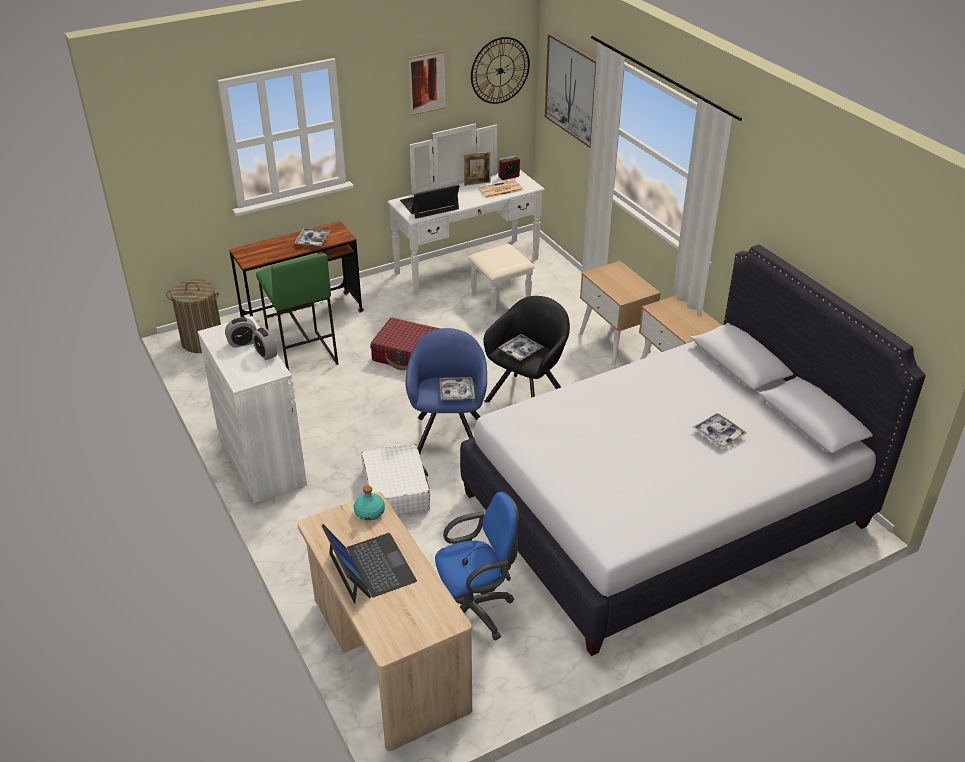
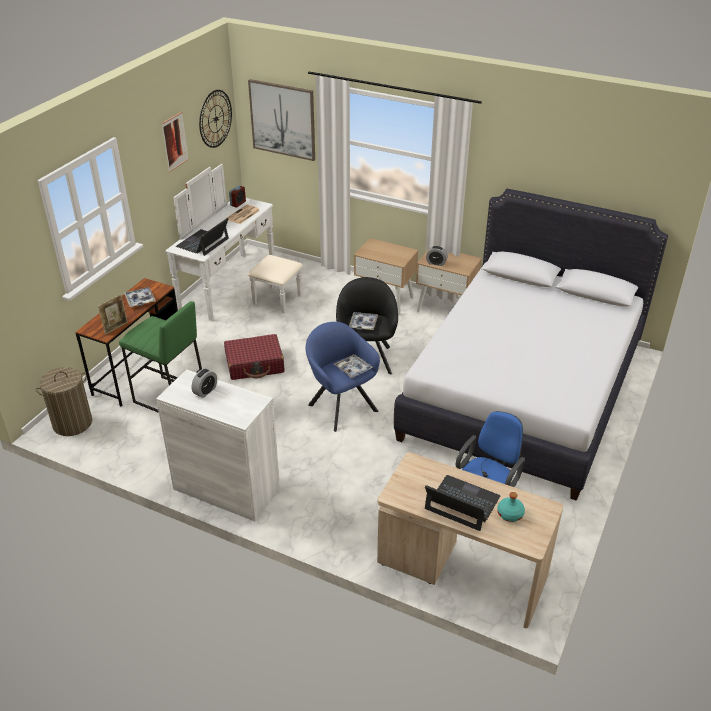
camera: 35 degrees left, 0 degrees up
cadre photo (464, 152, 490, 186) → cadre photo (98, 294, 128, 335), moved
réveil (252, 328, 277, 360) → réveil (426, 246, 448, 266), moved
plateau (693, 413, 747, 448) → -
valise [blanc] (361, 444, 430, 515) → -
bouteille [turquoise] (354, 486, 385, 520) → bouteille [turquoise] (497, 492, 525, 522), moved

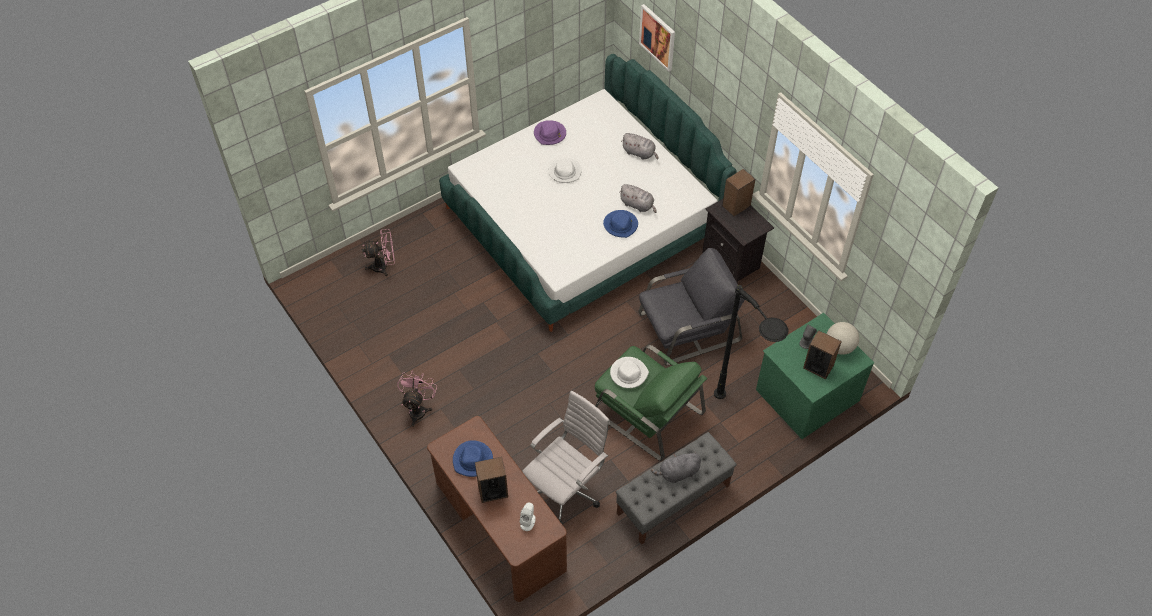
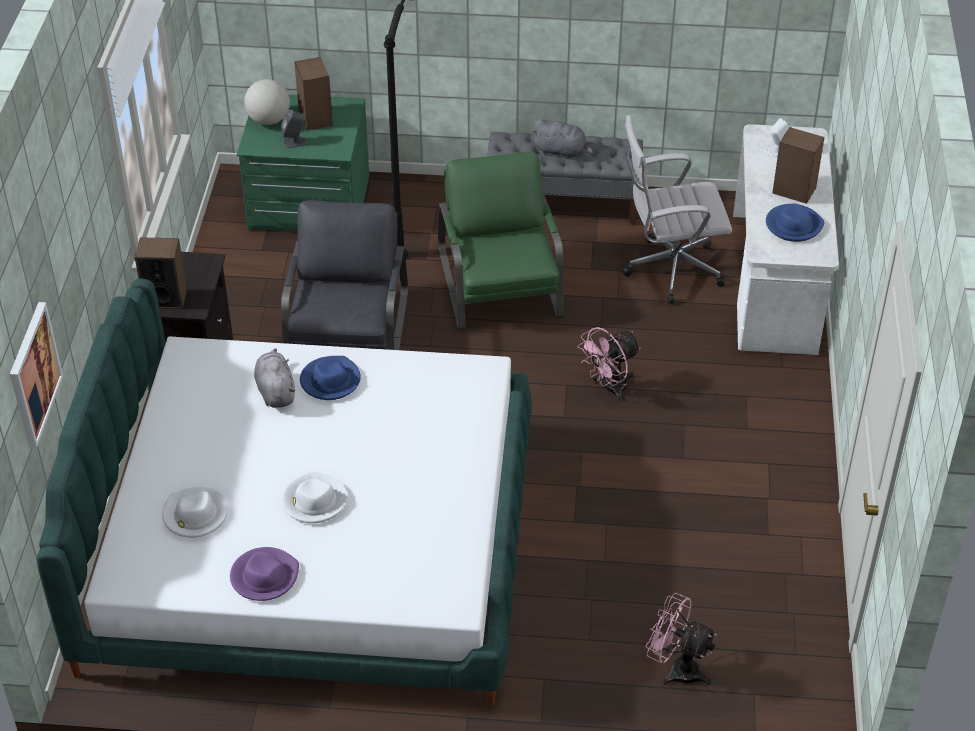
camera: 140 degrees left, 10 degrees down
peluche [gris] (621, 133, 659, 160) → -
fauteuil [gris] (638, 248, 745, 366) → fauteuil [gris] (281, 200, 408, 350), 75 degrees clockwise
chapeau [blanc] (610, 357, 649, 388) → chapeau [blanc] (162, 487, 228, 538), moved
ventilateur [rose] (397, 372, 437, 427) → ventilateur [rose] (578, 327, 641, 402), moved
bureau [marron] (427, 416, 567, 602) → bureau [blanc] (733, 124, 839, 355)

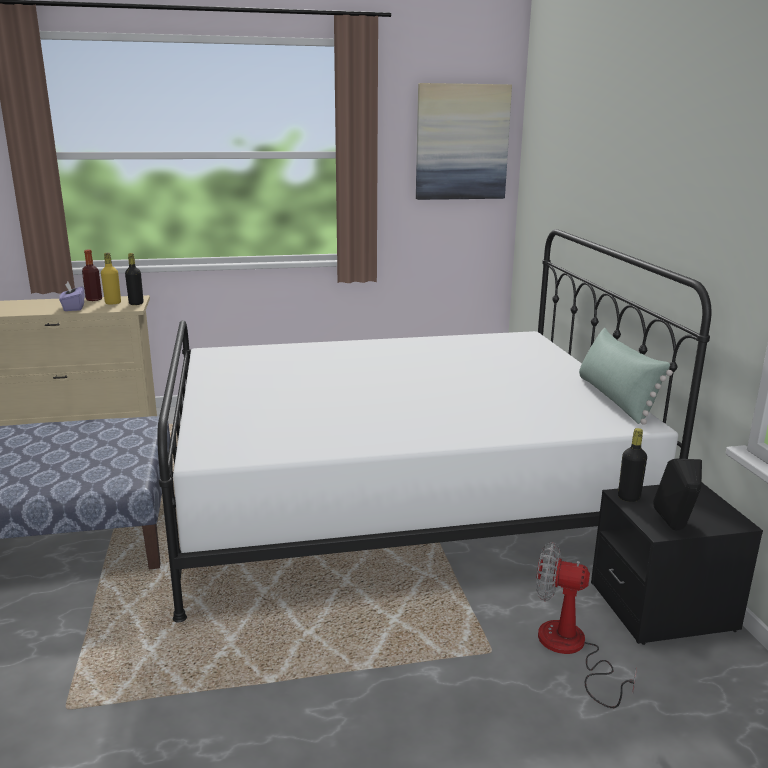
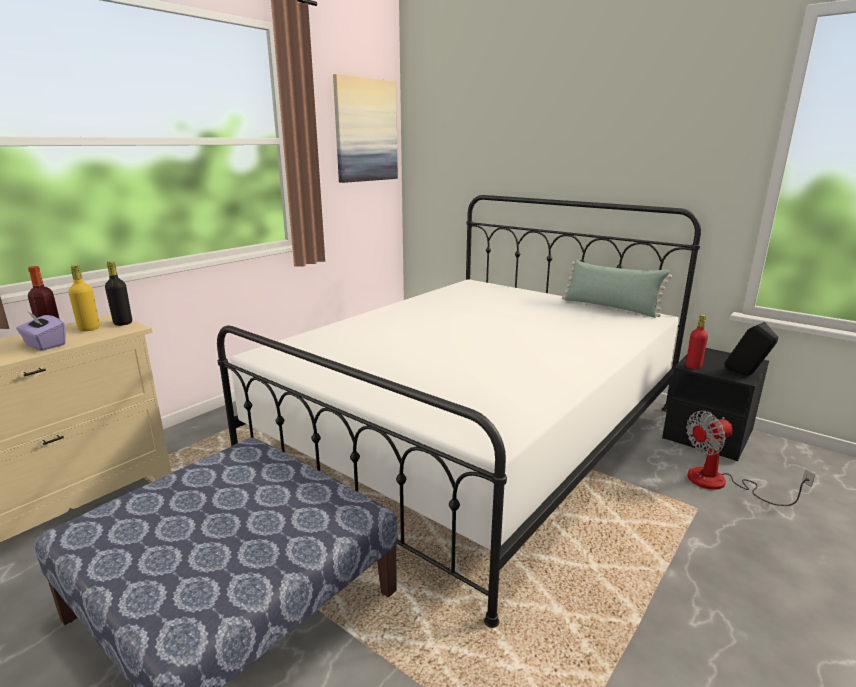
camera: 40 degrees left, 0 degrees up
bouteille [noir] (618, 428, 647, 502) → bouteille [rouge] (686, 315, 708, 369)

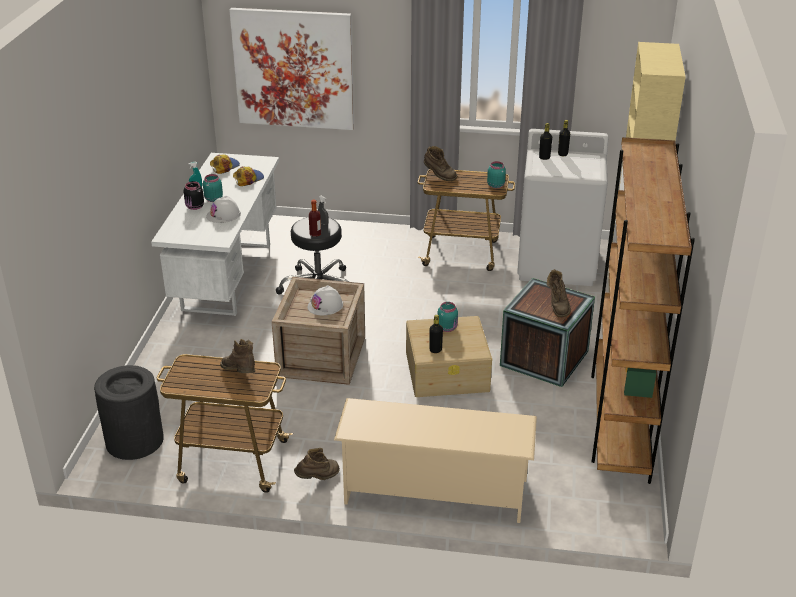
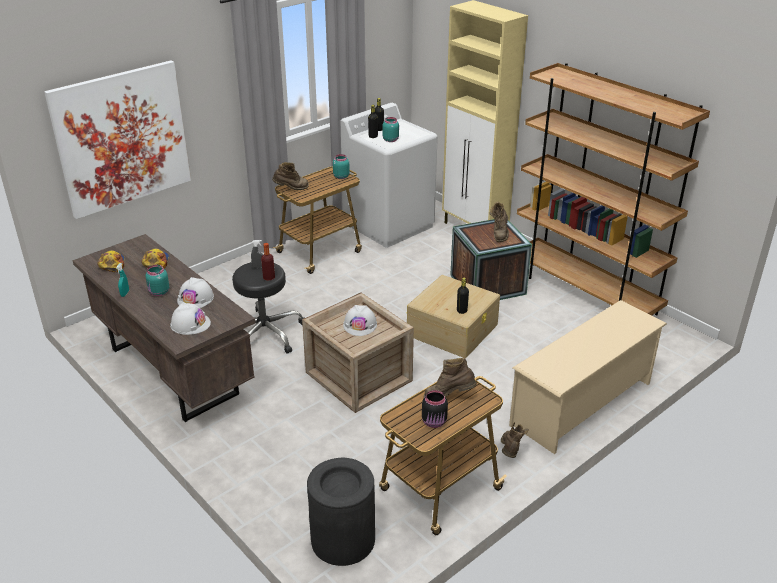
camera: 50 degrees left, 0 degrees up
bureau [blanc] (151, 153, 279, 316) → bureau [marron] (73, 234, 255, 422)
bocal [noir] (183, 181, 204, 210) → bocal [noir] (422, 390, 448, 428), moved
botte [marron] (547, 269, 570, 317) → botte [marron] (489, 202, 509, 242), 60 degrees clockwise
bocal [turquoise] (437, 302, 458, 332) → bocal [turquoise] (382, 117, 399, 142), moved
- → casque de chantier [blanc] (170, 302, 211, 335)

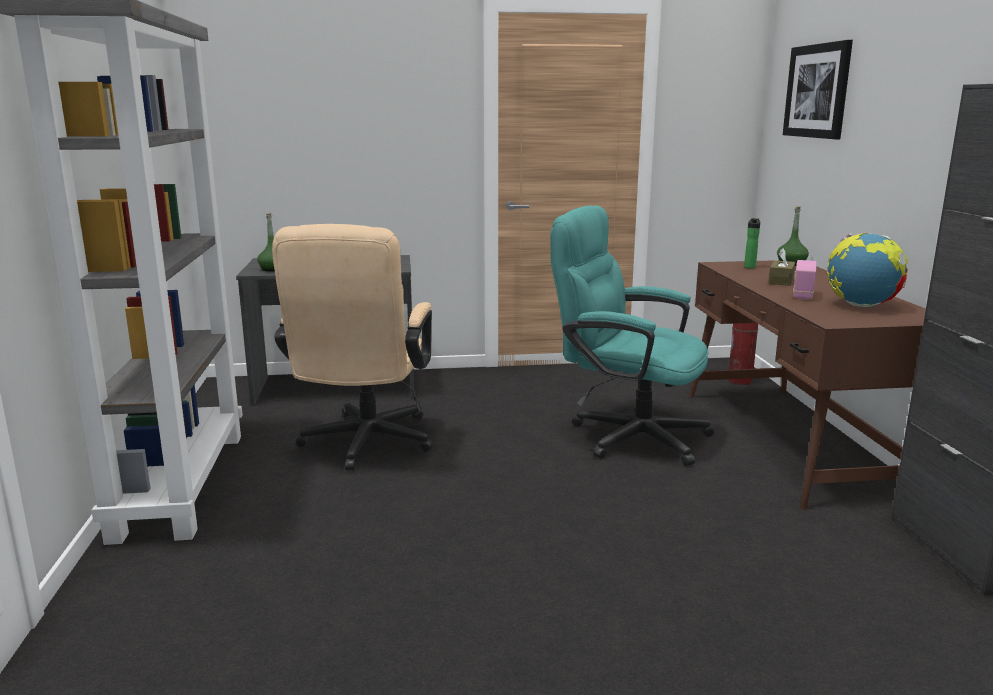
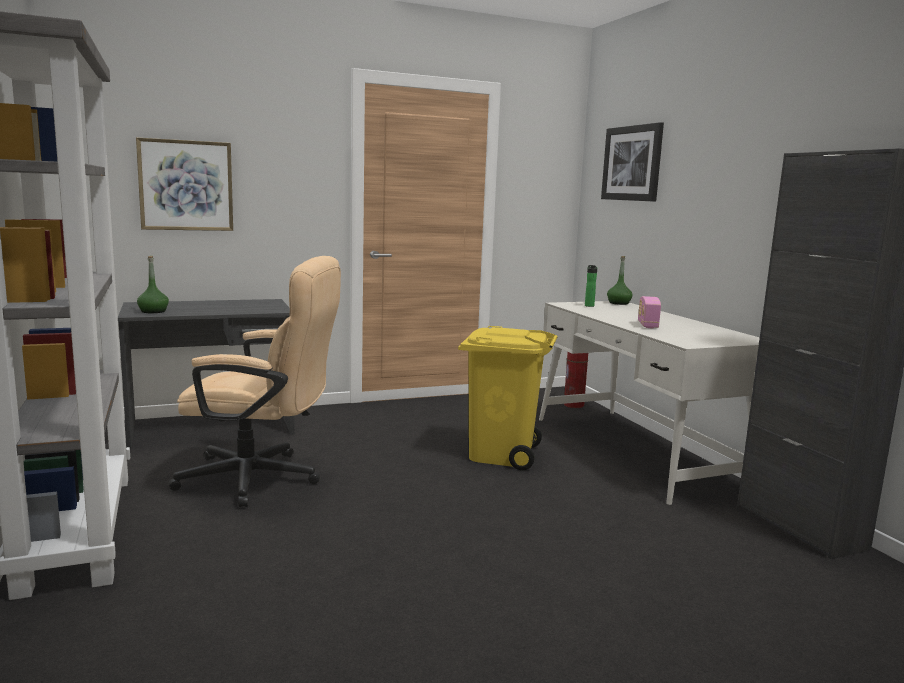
camera: 15 degrees left, 5 degrees down
chaise de bureau [turquoise] (551, 205, 714, 466) → poubelle [jaune] (458, 326, 557, 470)
chaise de bureau [beige] (272, 224, 433, 470) → chaise de bureau [beige] (168, 256, 341, 507), 75 degrees counterclockwise
globe (827, 233, 908, 307) → -
boîte à mouchoirs [marron] (768, 248, 795, 286) → -
bureau [marron] (689, 260, 926, 510) → bureau [blanc] (539, 301, 760, 505)
- → tableau (136, 137, 233, 231)

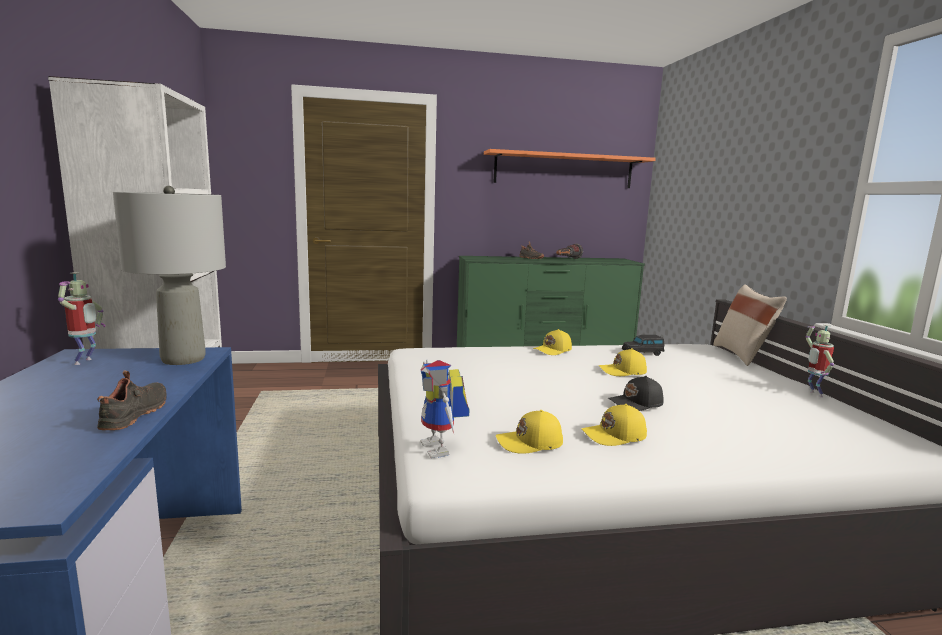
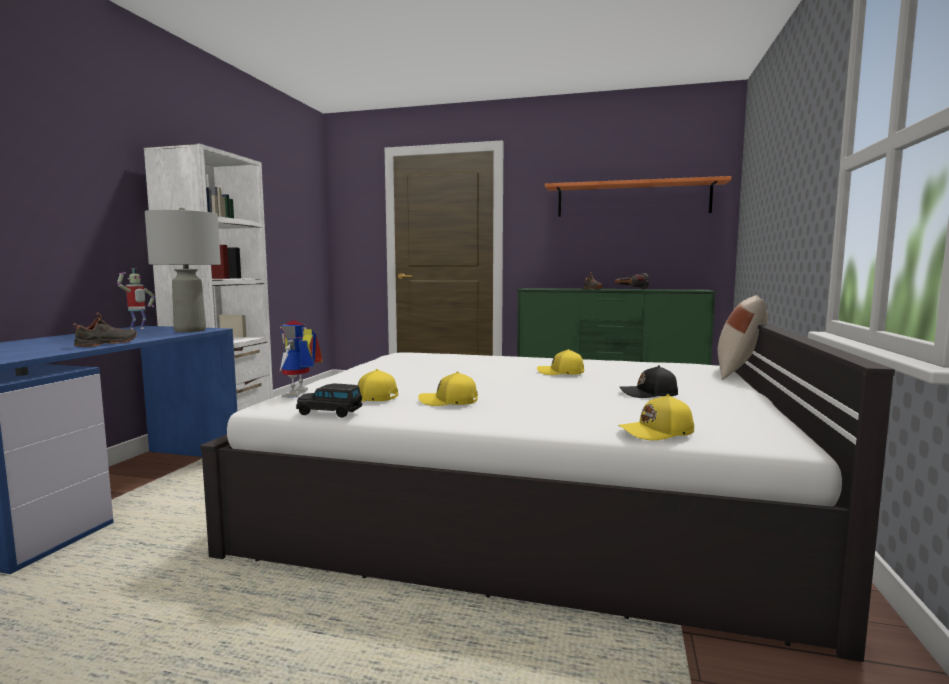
camera: 25 degrees right, 5 degrees down
robot jouet (806, 325, 834, 397) → -
casquette [jaune] (533, 329, 572, 355) → casquette [jaune] (618, 394, 694, 440), moved
petite voiture [noir] (622, 335, 664, 356) → petite voiture [noir] (296, 384, 362, 418), moved
casquette [noir] (608, 376, 664, 411) → casquette [noir] (620, 365, 678, 398), moved

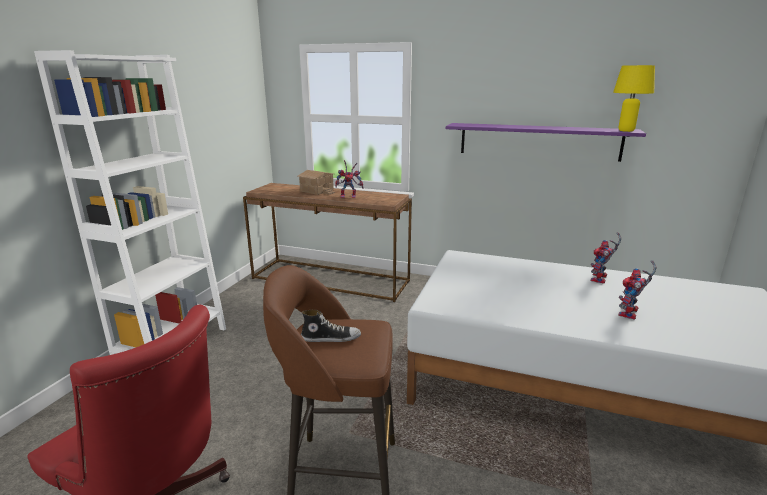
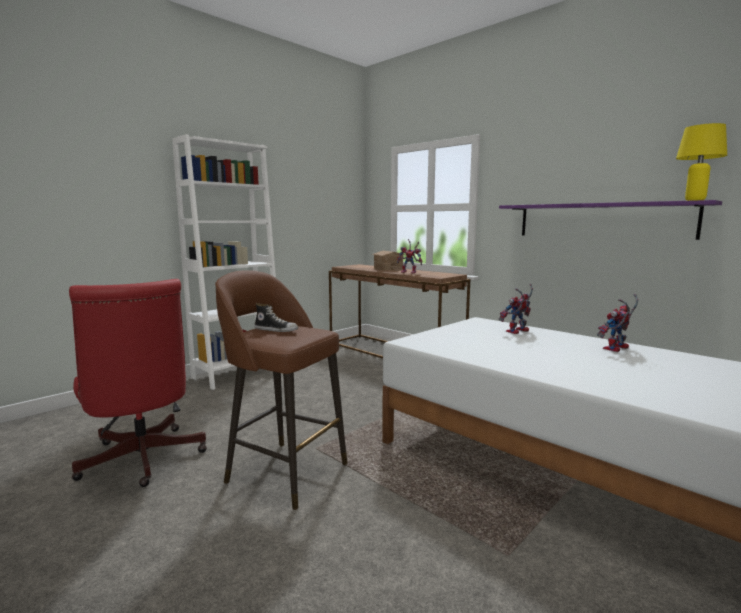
camera: 25 degrees right, 10 degrees down
robot jouet (618, 261, 656, 320) → robot jouet (499, 284, 533, 334), moved

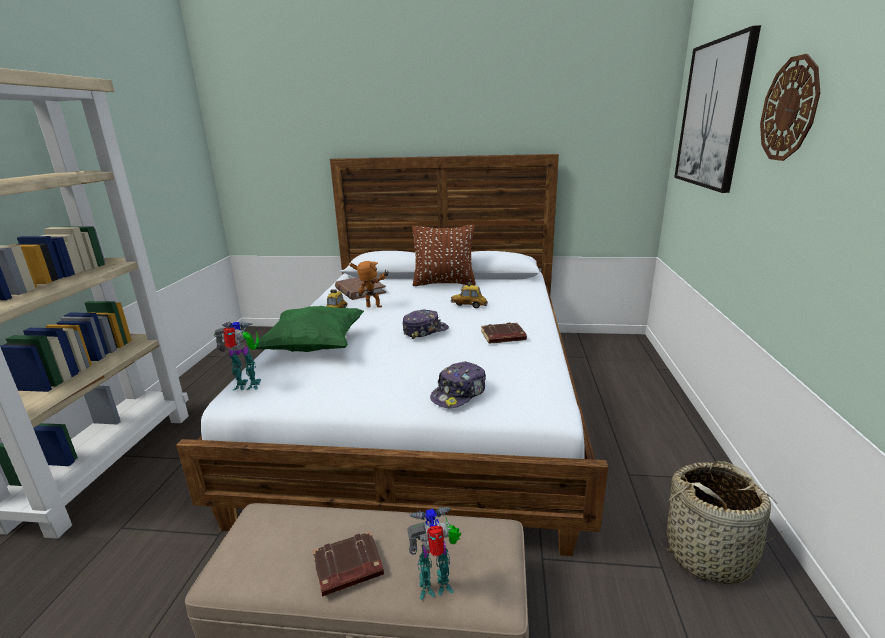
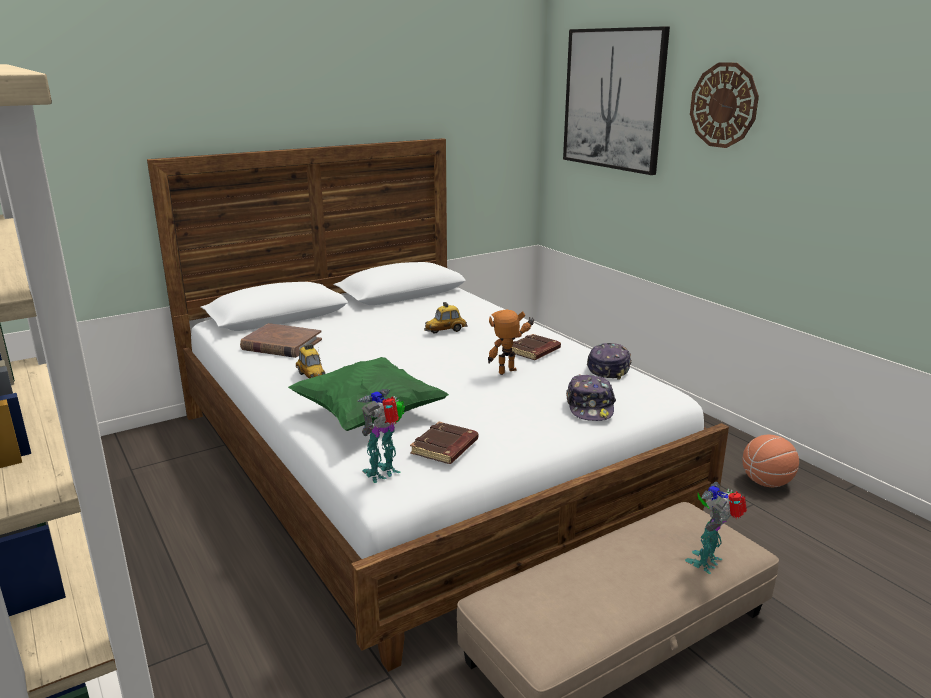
camera: 40 degrees left, 0 degrees up
coussin [marron] (412, 225, 476, 286) → -
robot jouet (350, 261, 389, 308) → robot jouet (488, 310, 534, 375), moved
casquette (403, 309, 449, 339) → casquette (587, 343, 632, 380), moved
panier (658, 461, 782, 584) → ballon de basket (742, 435, 799, 487)
livre [marron] (313, 531, 384, 597) → livre [marron] (410, 422, 478, 464), moved

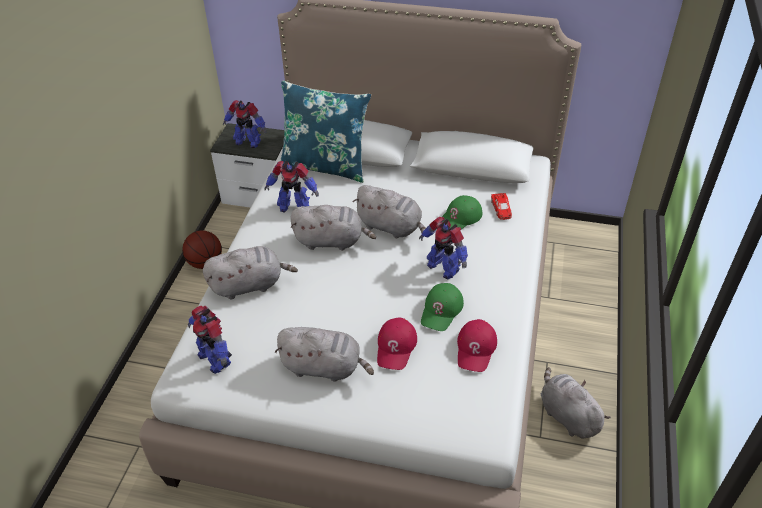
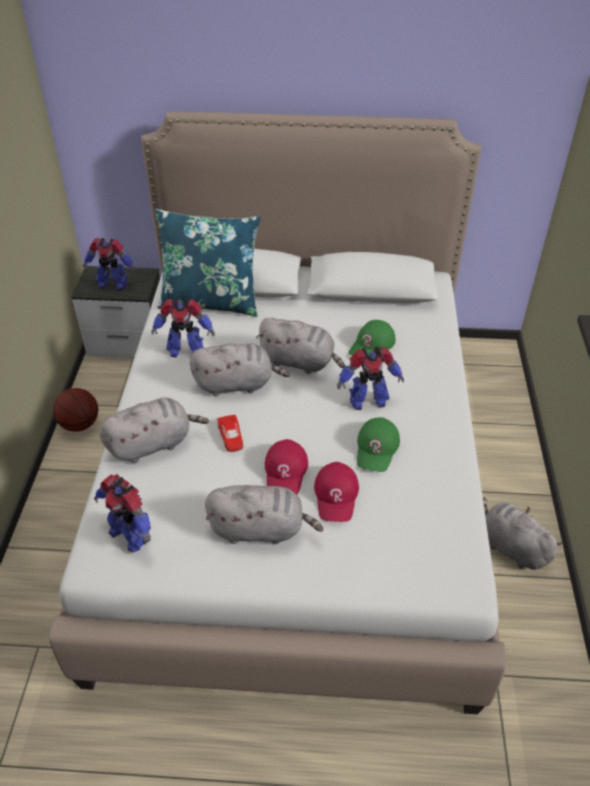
camera: 10 degrees left, 0 degrees up
petite voiture [rouge] (491, 193, 512, 220) → petite voiture [rouge] (218, 415, 243, 452), moved
robot jouet (419, 217, 468, 279) → robot jouet (337, 347, 404, 410), 45 degrees counterclockwise
casquette [rouge] (457, 319, 497, 372) → casquette [rouge] (265, 439, 308, 495), moved

